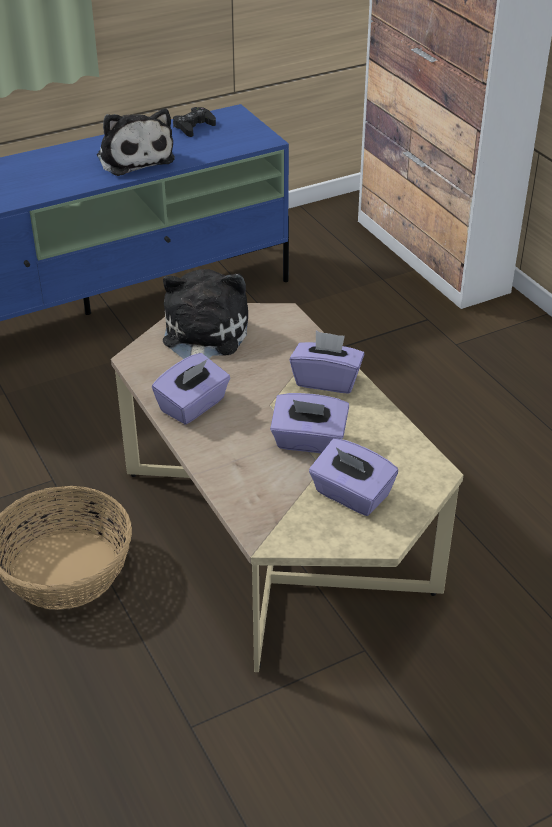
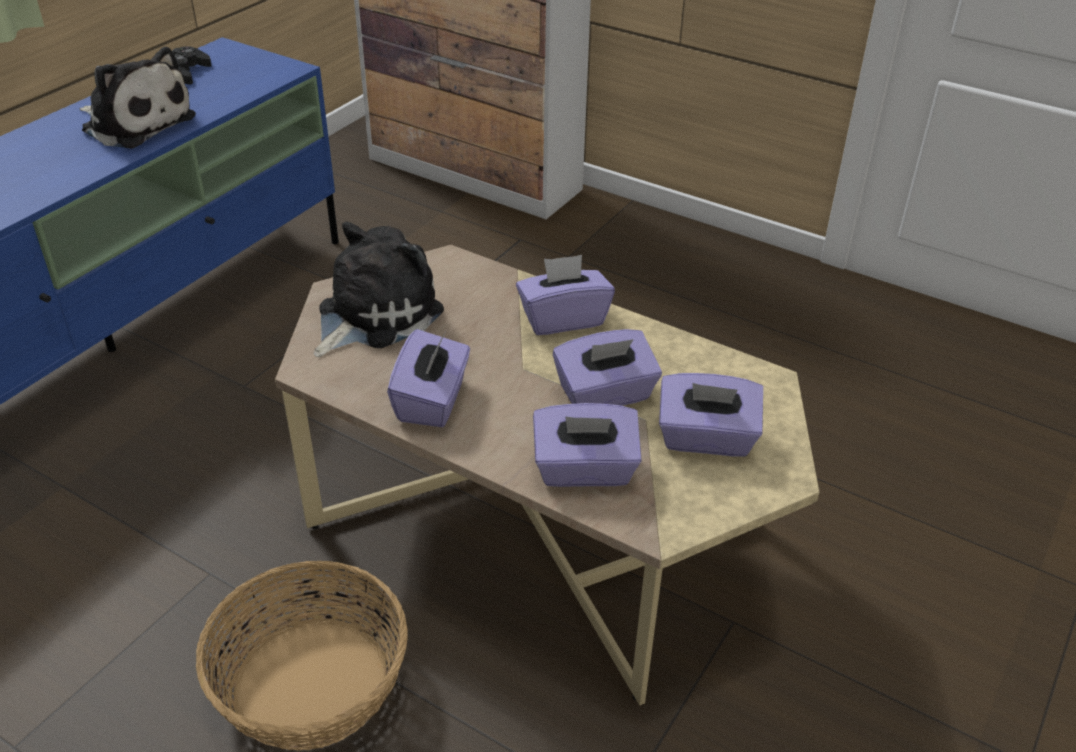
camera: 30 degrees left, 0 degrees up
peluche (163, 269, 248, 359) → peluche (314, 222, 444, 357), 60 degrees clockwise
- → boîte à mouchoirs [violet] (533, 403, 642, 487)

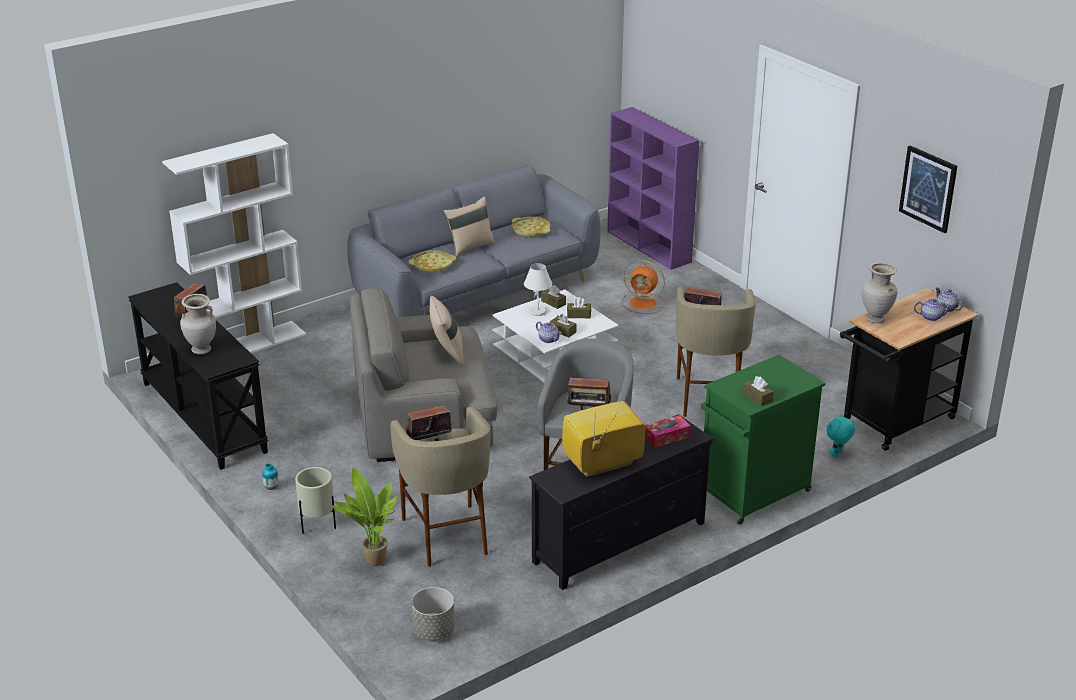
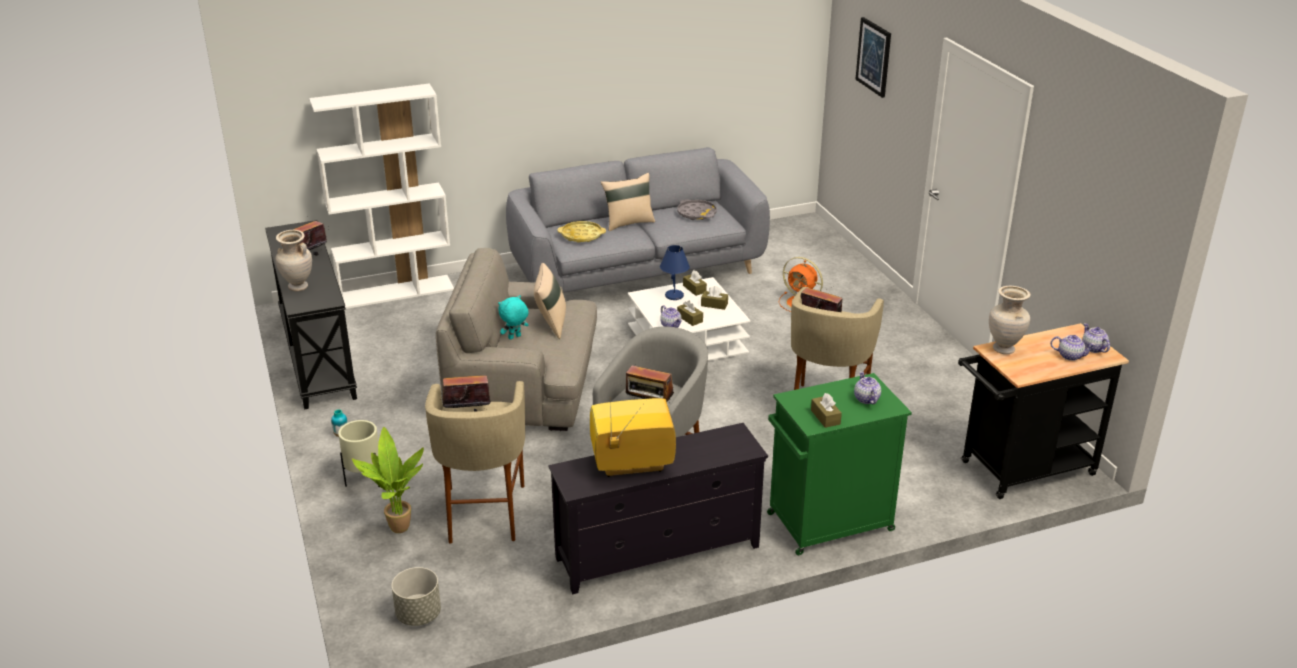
camera: 15 degrees right, 0 degrees up
bibliothèque [violet] (607, 107, 699, 270) → -
tableau (899, 146, 957, 233) → tableau (855, 17, 891, 98), moved
plateau [jaune] (512, 217, 550, 237) → plateau [gris] (677, 199, 717, 220)
lampe de table [blanc] (524, 263, 552, 316) → lampe de table [bleu] (660, 245, 690, 300)
peluche [turquoise] (826, 414, 855, 457) → peluche [turquoise] (498, 295, 529, 340), moved
boîte à mouchoirs (644, 415, 691, 448) → -
- → théière (854, 371, 881, 404)

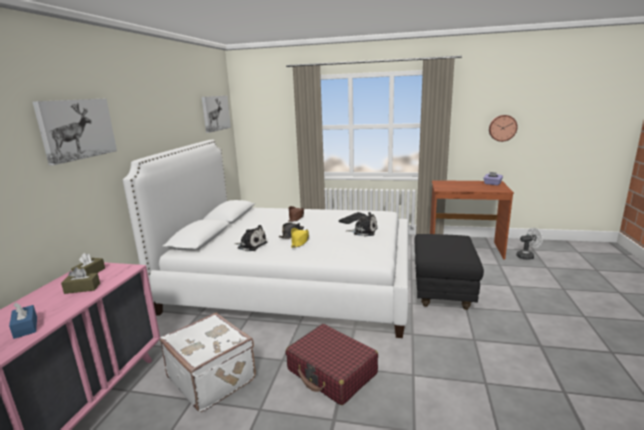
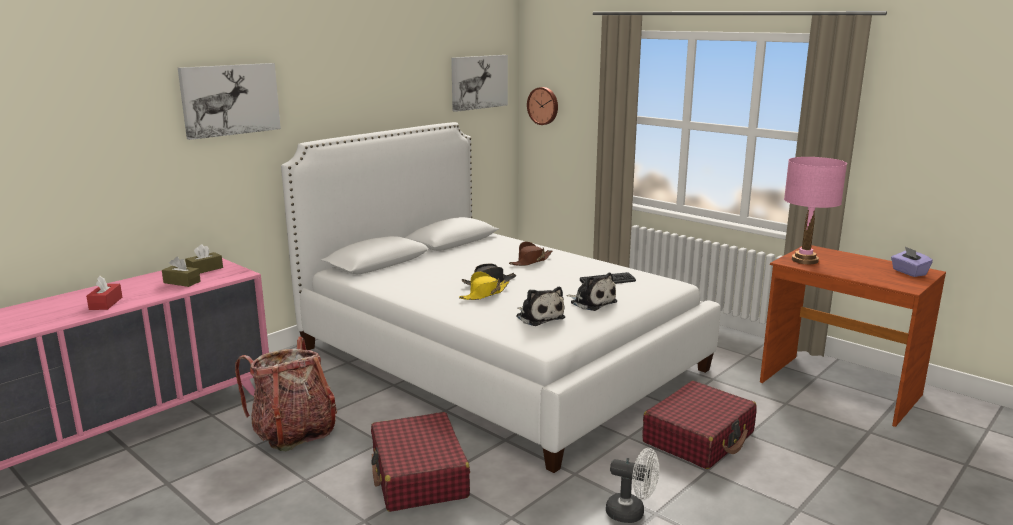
camera: 30 degrees right, 0 degrees up
horloge murale (489, 115, 518, 142) → horloge murale (527, 87, 558, 125), moved
peluche (235, 225, 267, 251) → peluche (516, 287, 566, 326), moved
ventilateur [blanc] (516, 228, 543, 260) → ventilateur [blanc] (606, 448, 659, 523), moved
pouf [noir] (414, 234, 484, 310) → valise [rouge] (642, 381, 757, 469)
boîte à mouchoirs [bleu] (9, 303, 37, 339) → boîte à mouchoirs [rouge] (86, 276, 122, 310)
valise [blanc] (160, 312, 256, 412) → sac à dos (235, 337, 337, 451)
- → lampe de table [rose] (784, 157, 847, 264)

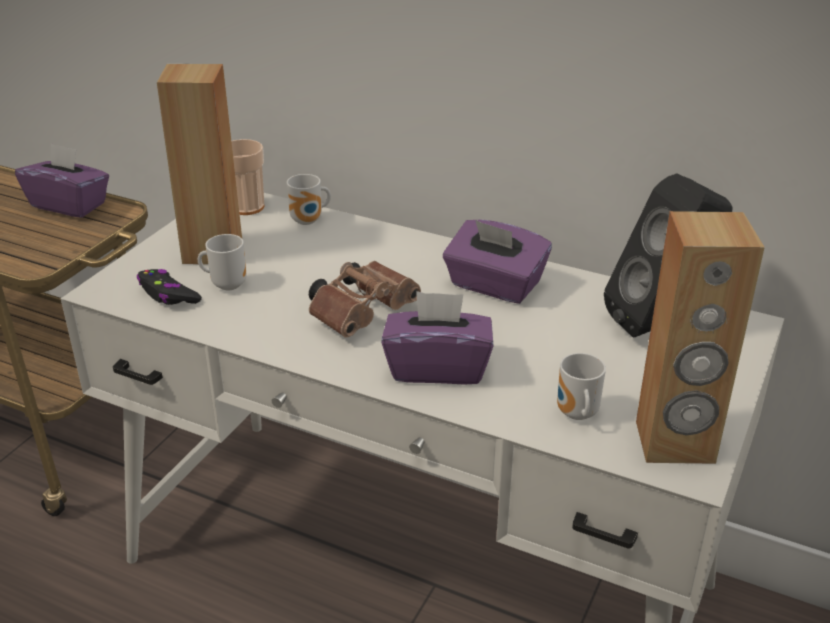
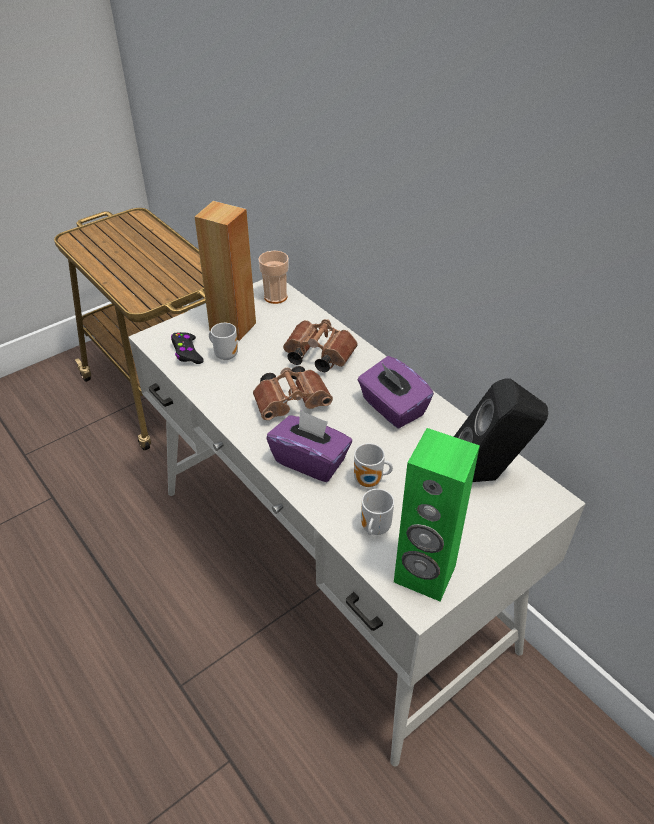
camera: 25 degrees right, 10 degrees up
boîte à mouchoirs [violet] (15, 143, 109, 218) → -
mug (287, 174, 331, 225) → mug (354, 443, 393, 487), moved
enceinte [marron] (636, 211, 765, 464) → enceinte [vert] (394, 428, 480, 602)
- → jumelles [marron] (283, 319, 358, 372)

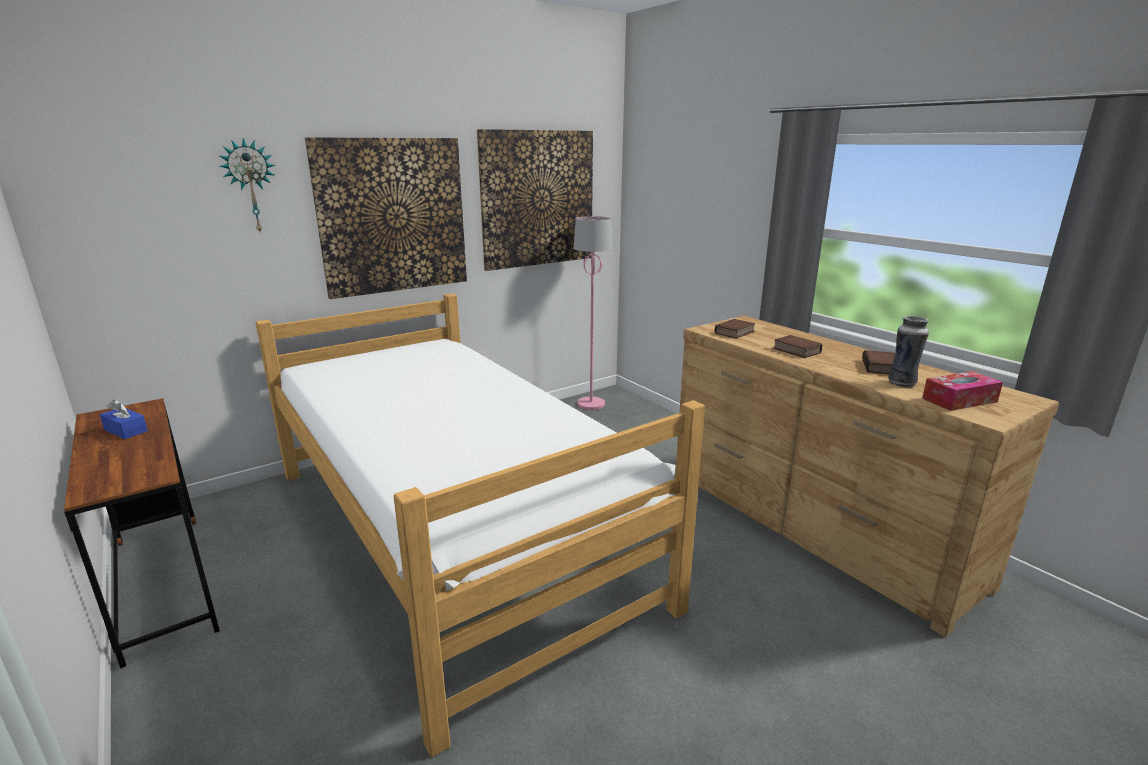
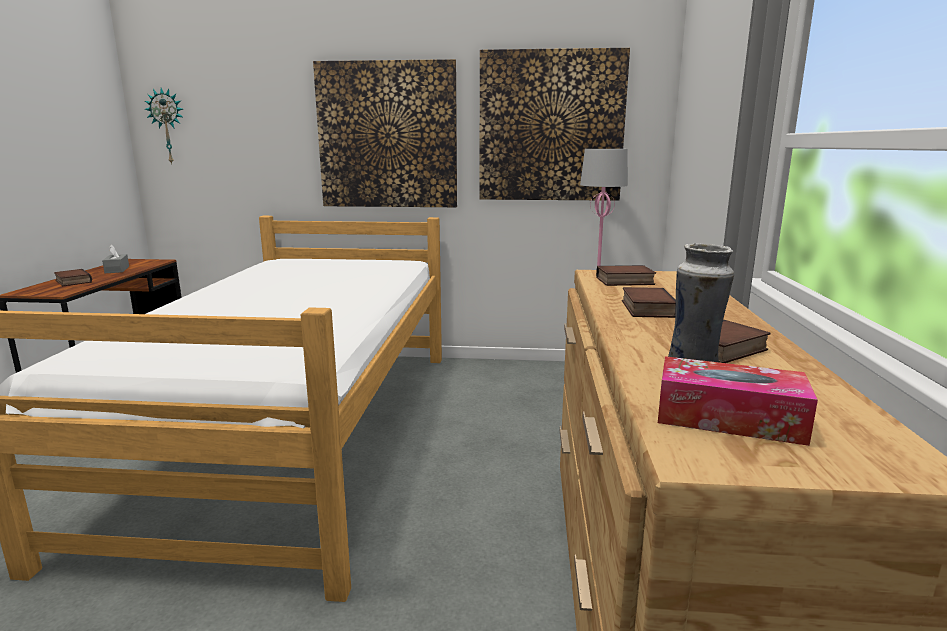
camera: 40 degrees right, 5 degrees down
horloge murale (219, 138, 275, 232) → horloge murale (145, 88, 183, 165), moved
boîte à mouchoirs [bleu] (100, 399, 148, 439) → boîte à mouchoirs [gris] (102, 244, 129, 273)
- → livre (54, 269, 92, 286)

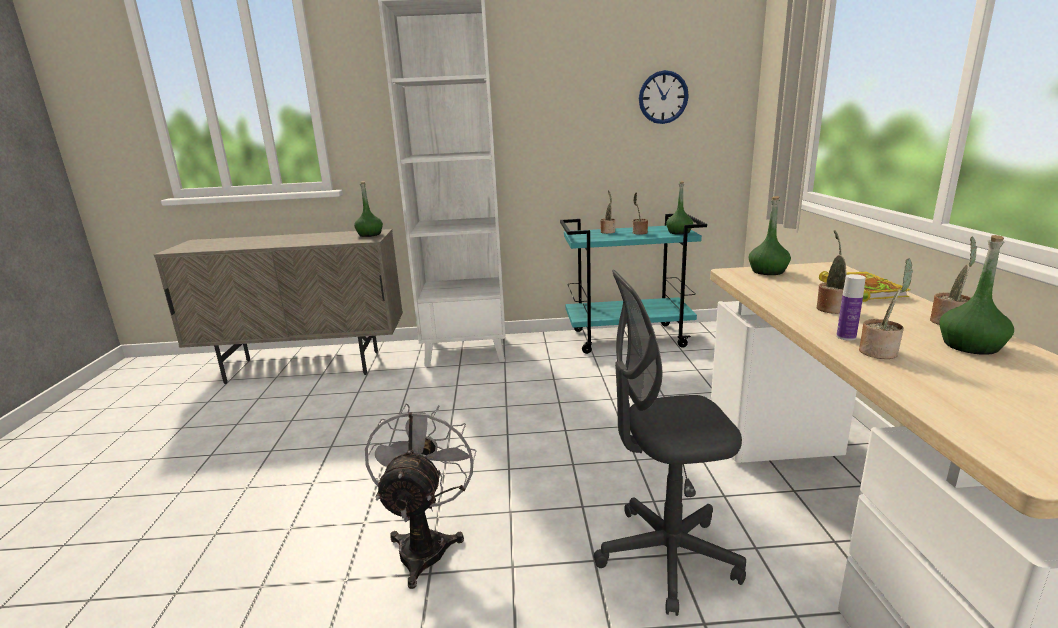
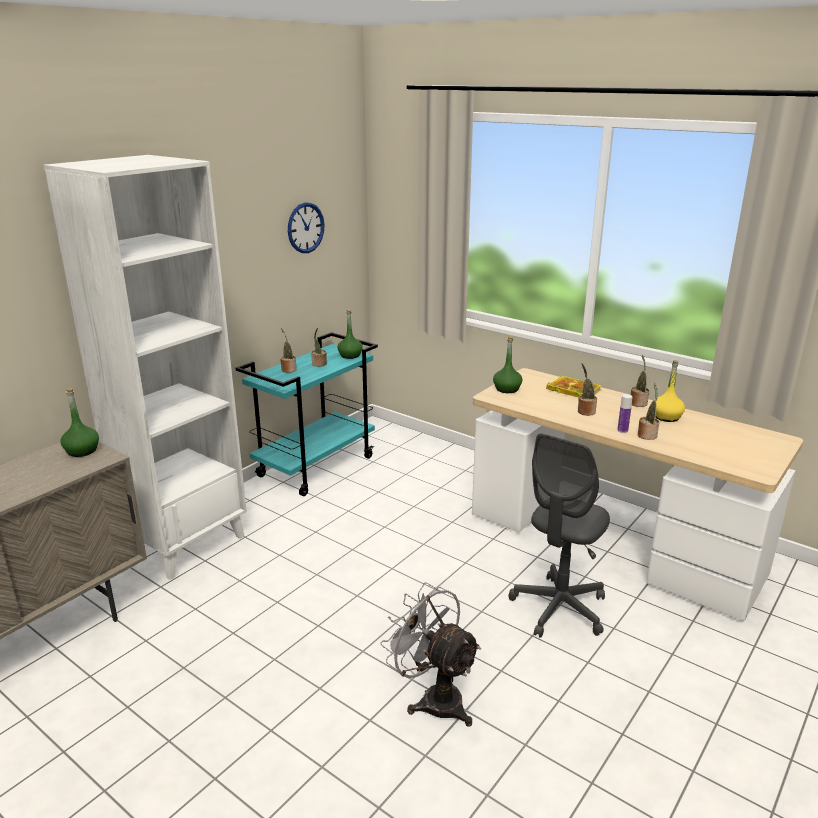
camera: 50 degrees left, 5 degrees up
bouteille [vert] (939, 235, 1014, 355) → bouteille [jaune] (656, 360, 685, 422)

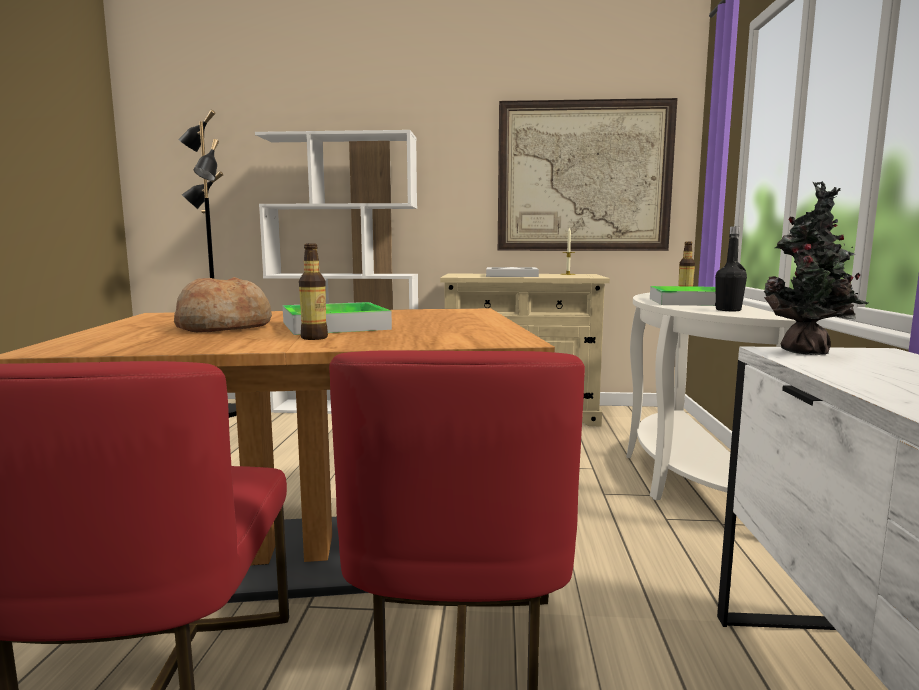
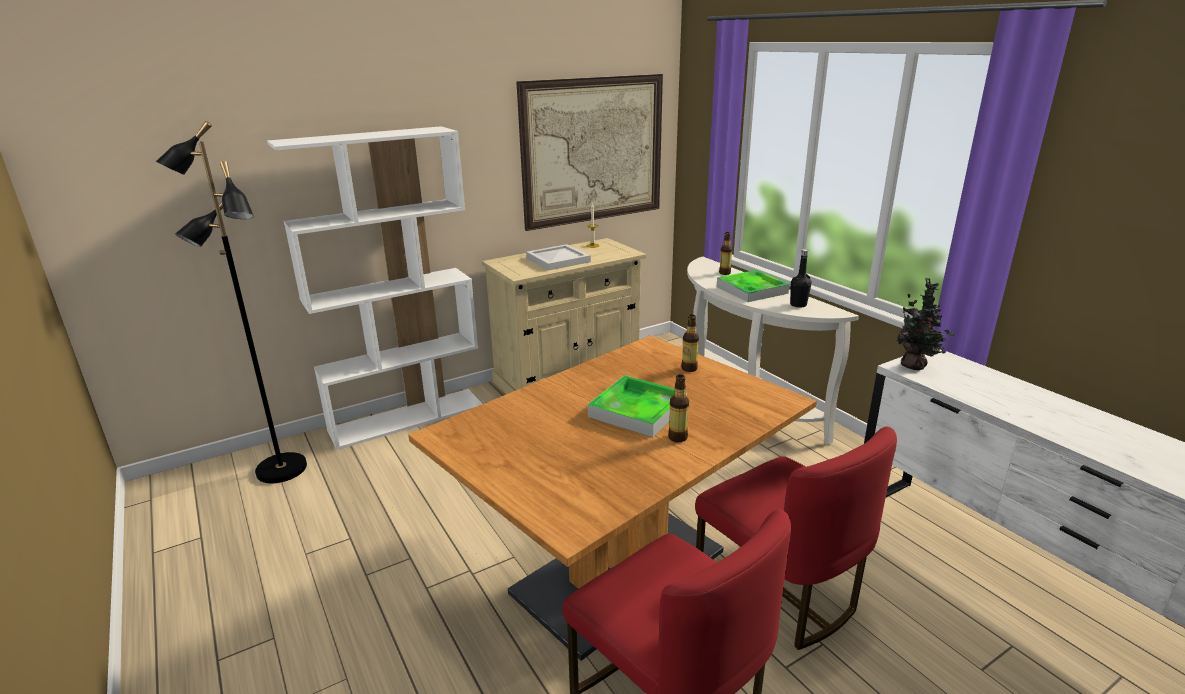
camera: 35 degrees left, 15 degrees up
pain (174, 277, 272, 332) → -
- → bouteille (681, 314, 699, 372)

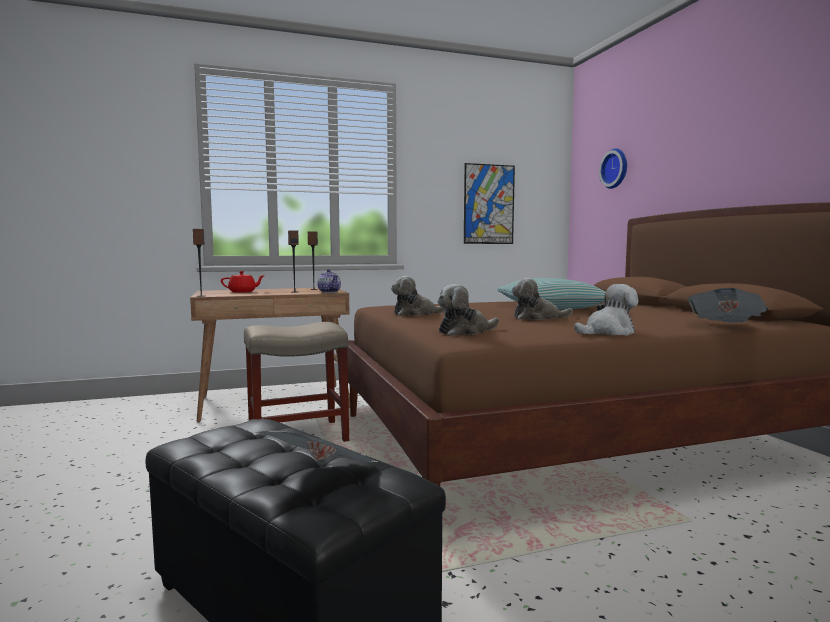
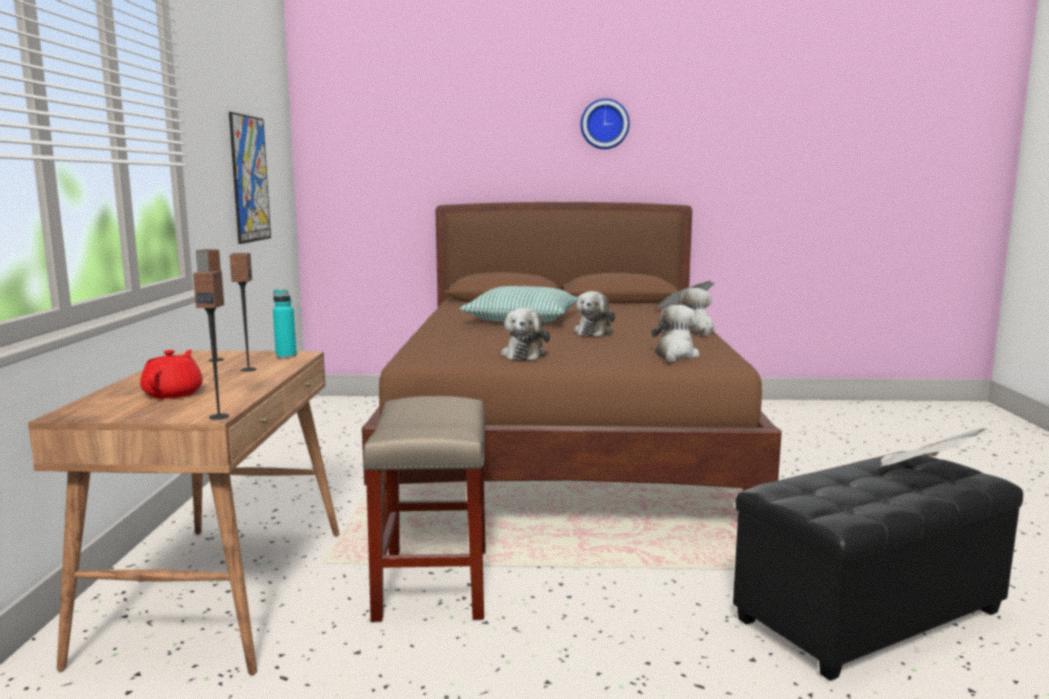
camera: 70 degrees left, 5 degrees up
horloge murale (599, 149, 627, 189) → horloge murale (580, 98, 630, 149), moved
théière (317, 269, 341, 293) → bouteille [turquoise] (273, 290, 297, 359)
peluche (438, 284, 499, 336) → peluche (652, 305, 699, 362), 150 degrees counterclockwise

